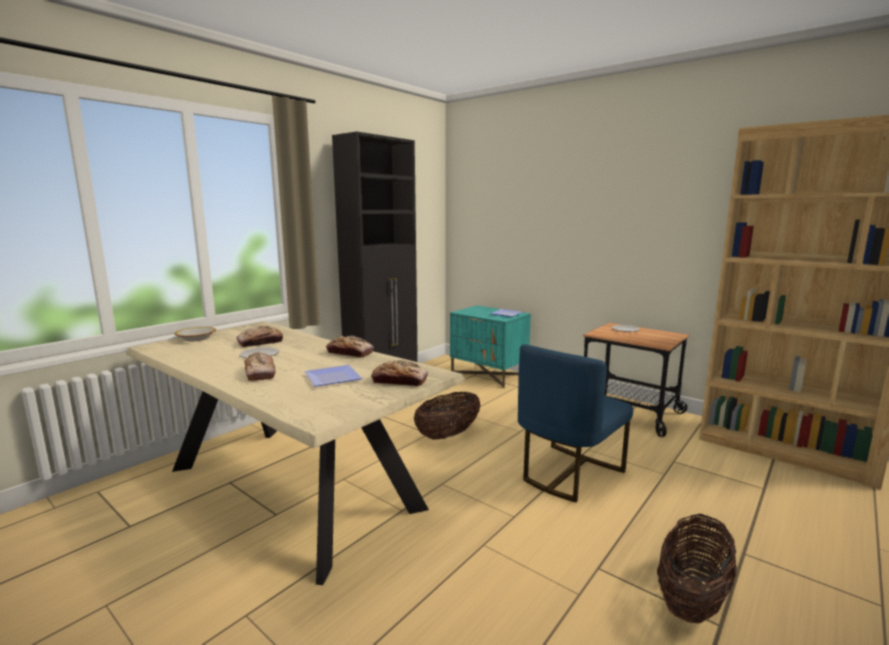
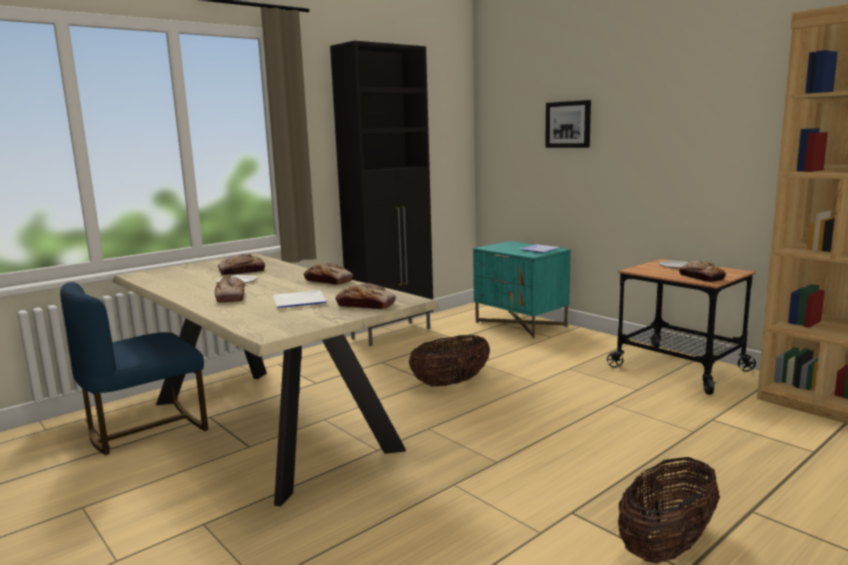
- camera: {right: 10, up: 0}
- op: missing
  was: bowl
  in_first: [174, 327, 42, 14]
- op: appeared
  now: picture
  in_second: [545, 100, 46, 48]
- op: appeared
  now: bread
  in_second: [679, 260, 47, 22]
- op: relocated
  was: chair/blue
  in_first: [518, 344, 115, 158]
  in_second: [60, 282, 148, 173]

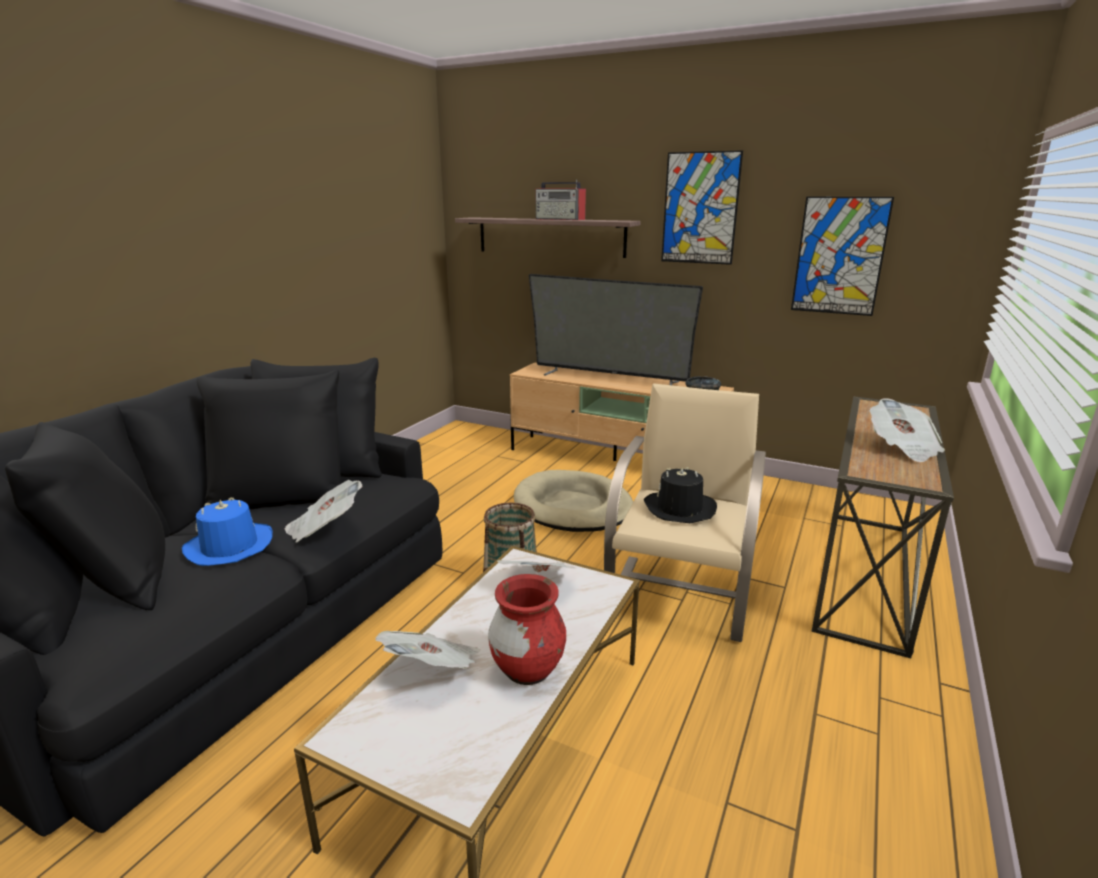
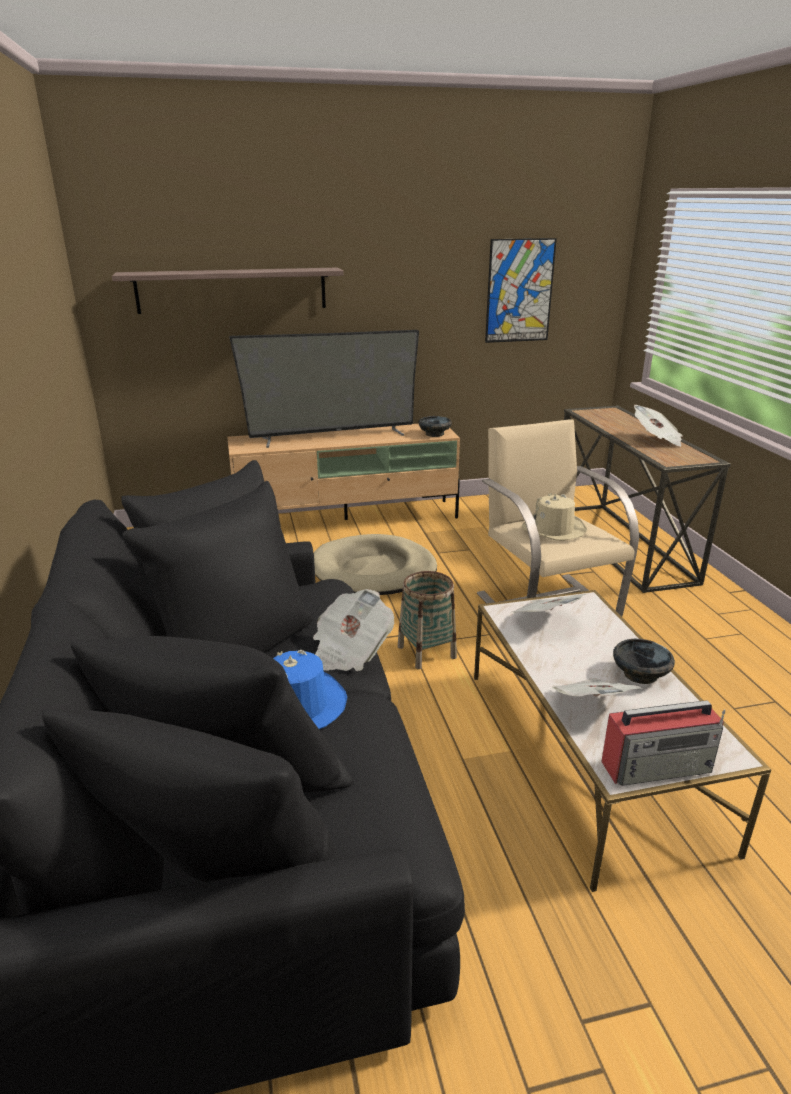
- camera: {right: -40, up: 5}
- op: missing
  was: picture
  in_first: [661, 150, 82, 115]
- op: relocated
  was: radio
  in_first: [536, 179, 50, 41]
  in_second: [601, 700, 124, 86]
- op: exchanged
  was: vase/red
  now: bowl/black
  in_first: [488, 574, 78, 111]
  in_second: [613, 639, 62, 45]
- op: colour
  was: hat/black
  now: hat/beige
  in_first: [644, 467, 73, 56]
  in_second: [522, 493, 65, 48]

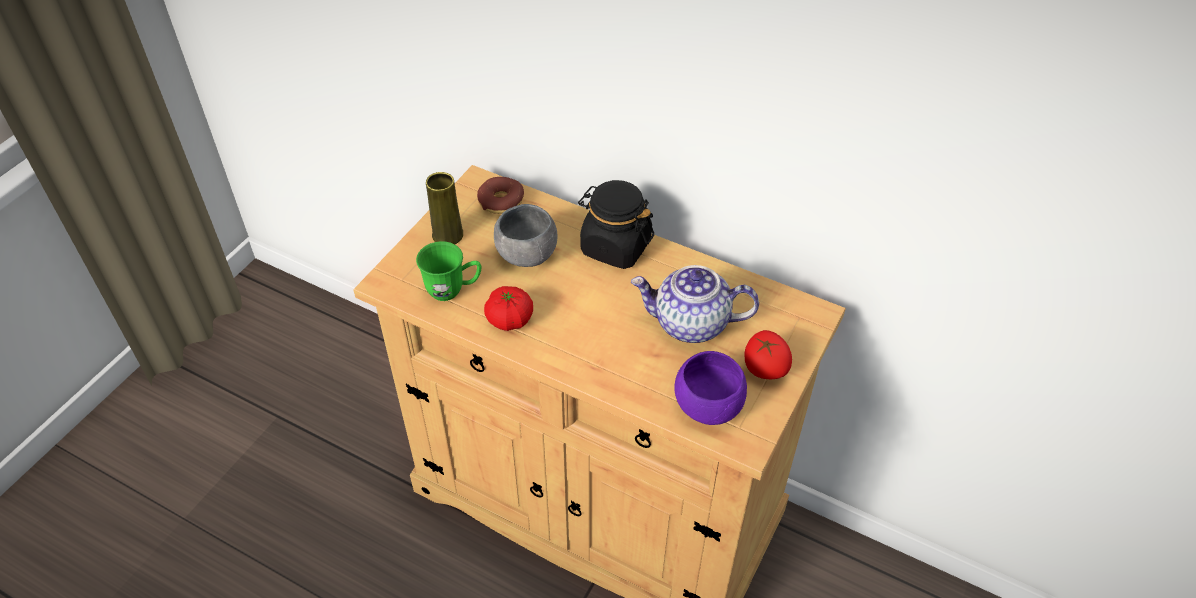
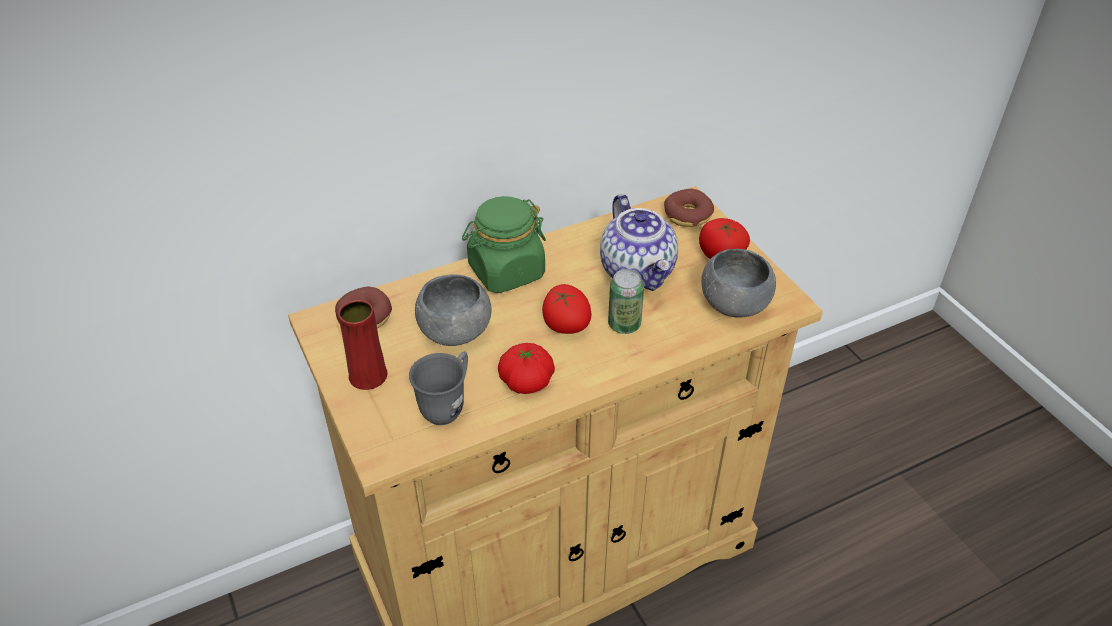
- camera: {right: -55, up: -5}
- op: appeared
  now: tomato
  in_second: [542, 284, 49, 50]
- op: appeared
  now: can
  in_second: [608, 269, 36, 65]
- op: appeared
  now: donut
  in_second: [664, 189, 50, 38]
- op: colour
  was: mug/green
  now: mug/grey
  in_first: [416, 241, 65, 60]
  in_second: [409, 352, 59, 73]
- op: colour
  was: vase/yellow
  now: vase/red
  in_first: [426, 172, 37, 72]
  in_second: [338, 300, 50, 90]
- op: colour
  was: jar/black
  now: jar/green
  in_first: [578, 180, 76, 89]
  in_second: [462, 196, 84, 97]
- op: colour
  was: bowl/purple
  now: bowl/grey
  in_first: [674, 351, 73, 74]
  in_second: [701, 249, 75, 69]
- op: spun
  was: teapot
  in_first: [631, 265, 128, 78]
  in_second: [600, 194, 78, 97]
  clockwise: -60

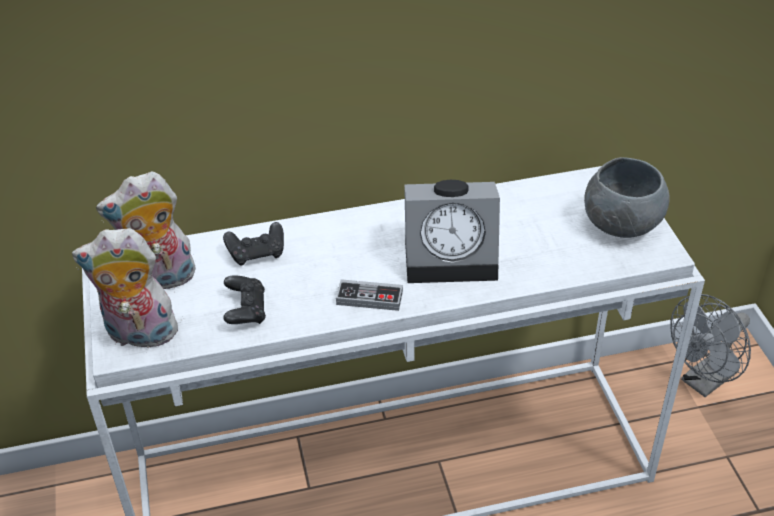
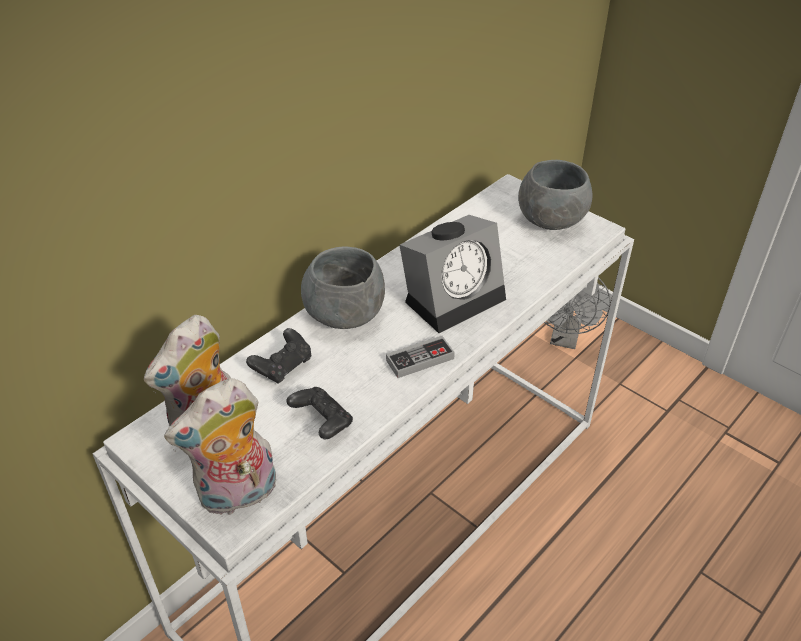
- camera: {right: -35, up: 0}
- op: appeared
  now: bowl/grey
  in_second: [301, 247, 84, 82]

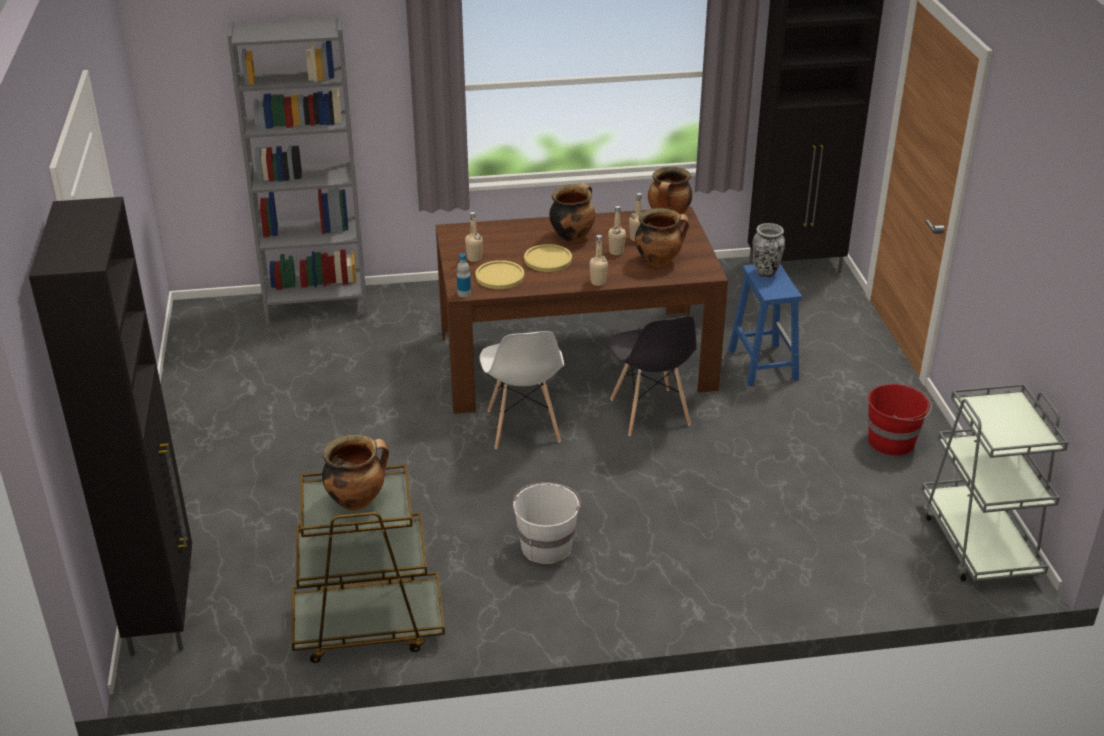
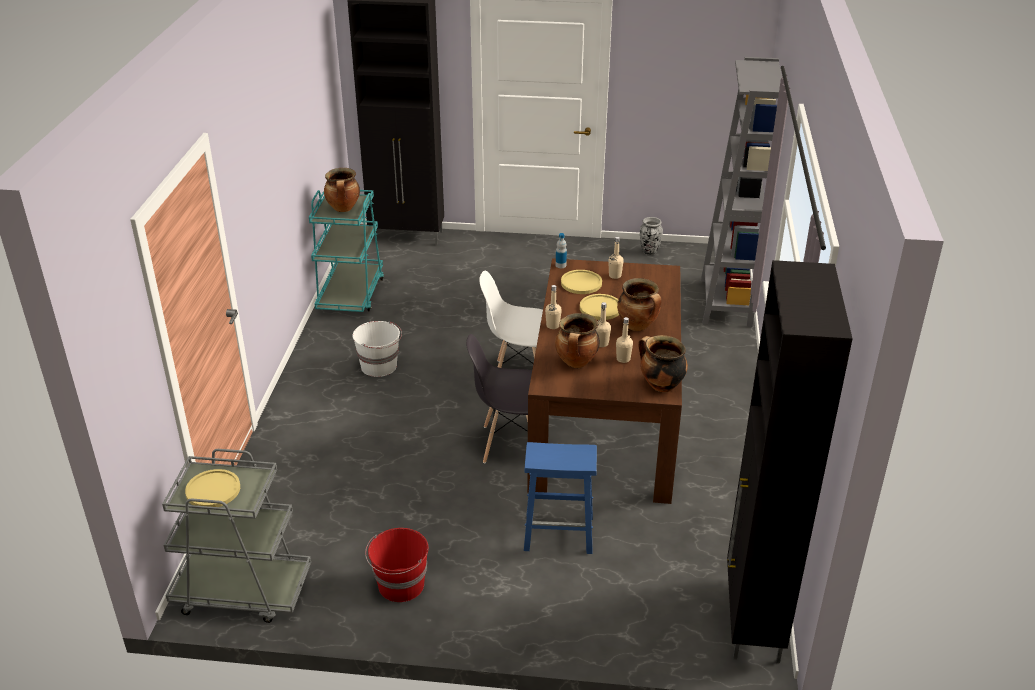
- camera: {right: 105, up: 0}
- op: appeared
  now: plate/yellow
  in_second: [185, 469, 55, 38]
- op: relocated
  was: vase
  in_first: [752, 223, 33, 55]
  in_second: [640, 217, 23, 38]
- op: colour
  was: cart/brown
  now: cart/turquoise
  in_first: [291, 464, 154, 199]
  in_second: [309, 190, 75, 122]

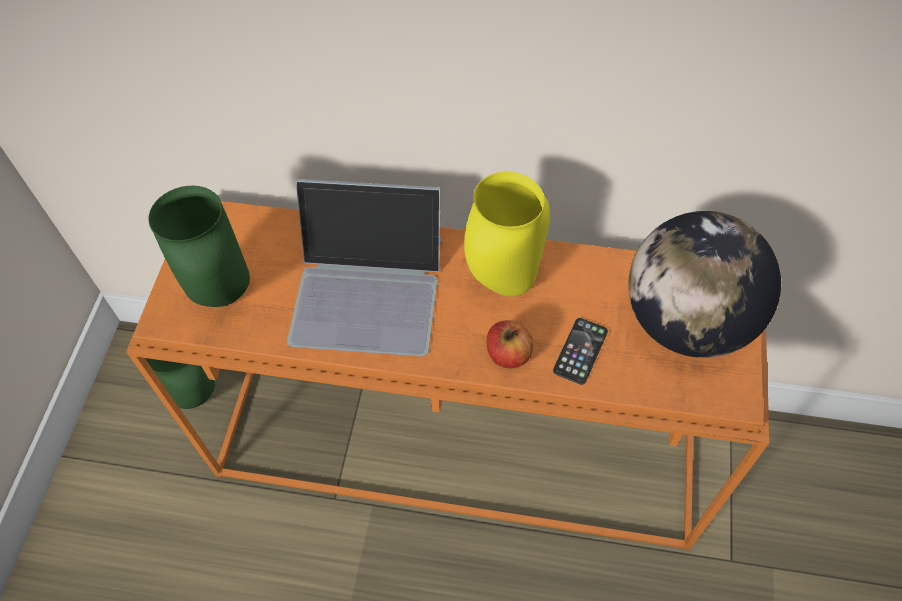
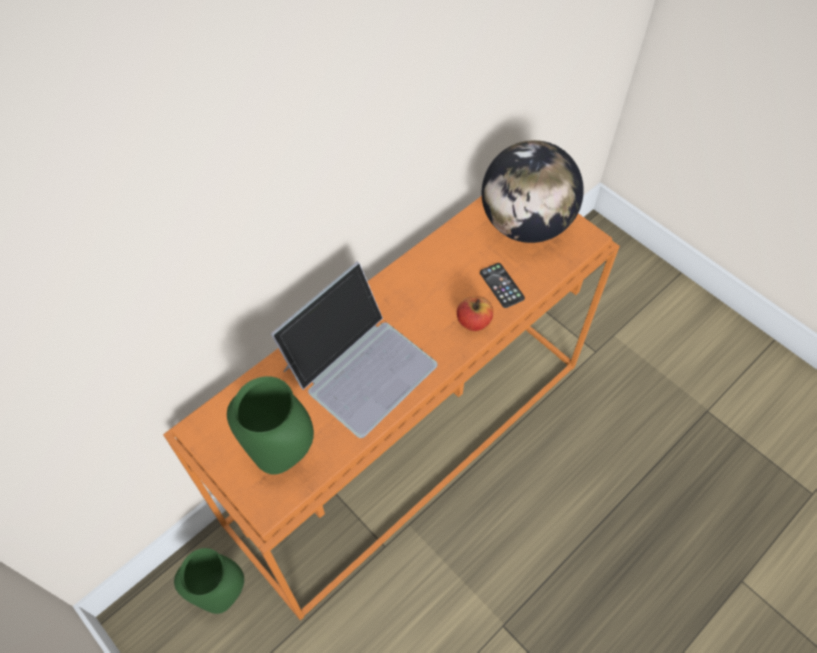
- camera: {right: -55, up: 0}
- op: missing
  was: vase/yellow
  in_first: [464, 172, 86, 124]

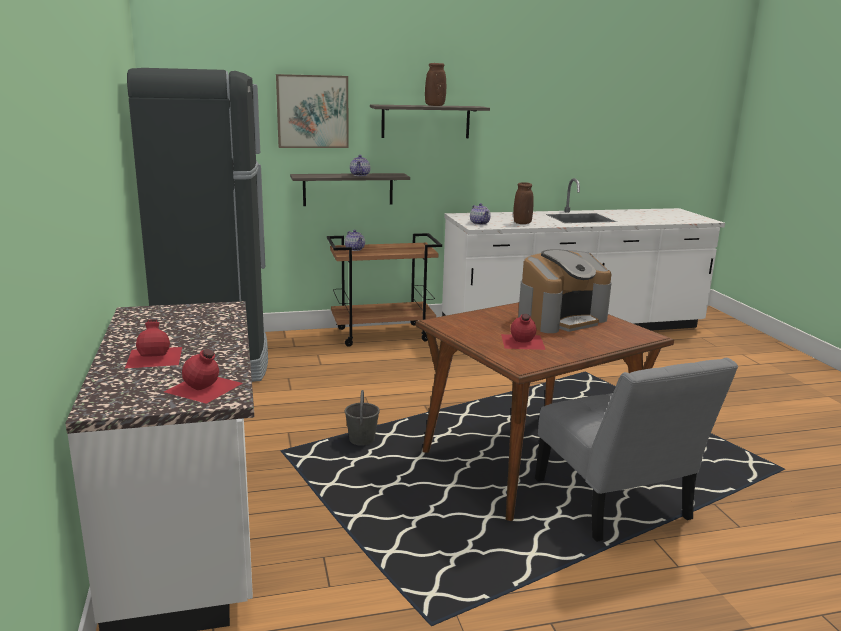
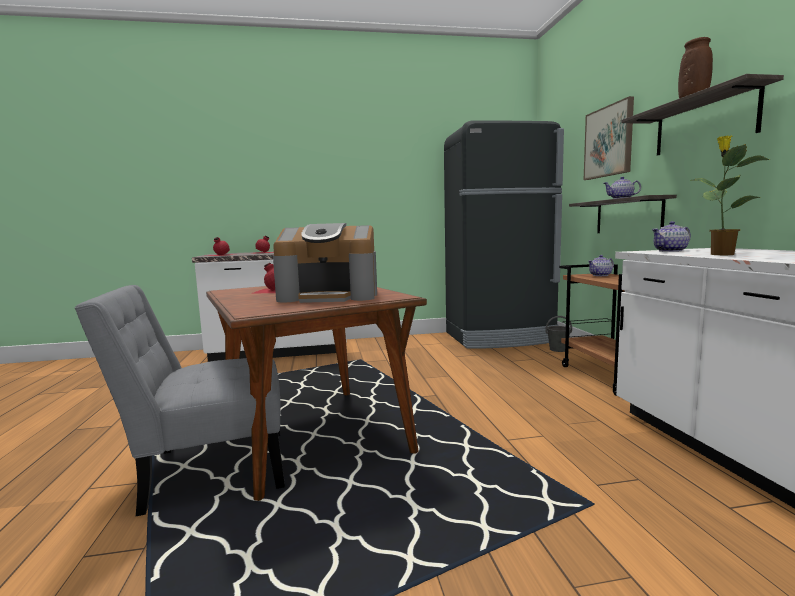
- camera: {right: 95, up: -10}
- op: relocated
  was: bucket/grey
  in_first: [345, 390, 35, 56]
  in_second: [545, 316, 27, 36]
- op: exchanged
  was: vase/brown
  now: potted plant
  in_first: [513, 182, 21, 42]
  in_second: [693, 135, 78, 120]
- op: spun
  was: coffee machine
  in_first: [518, 249, 93, 84]
  in_second: [273, 223, 104, 80]
  clockwise: -60

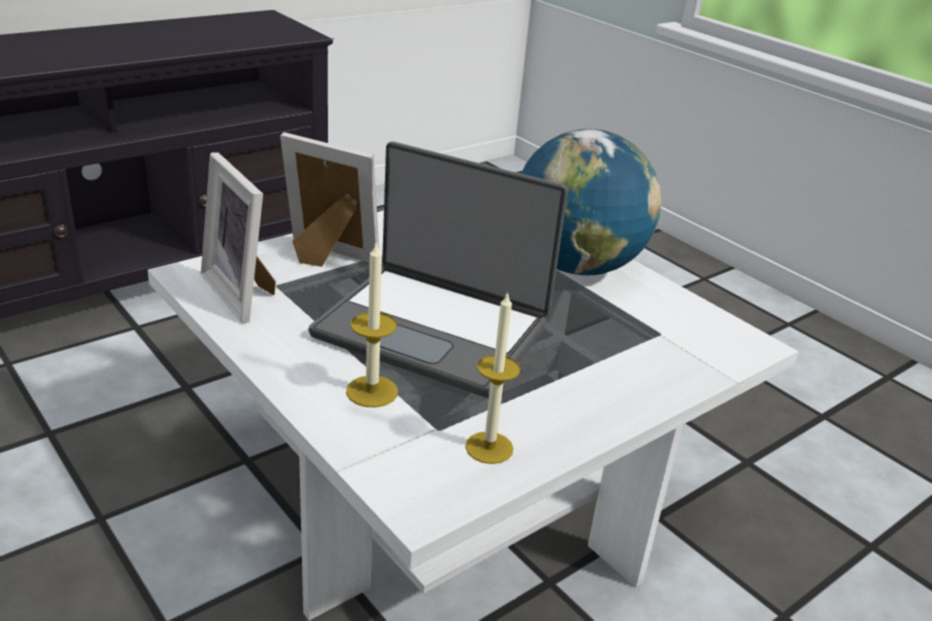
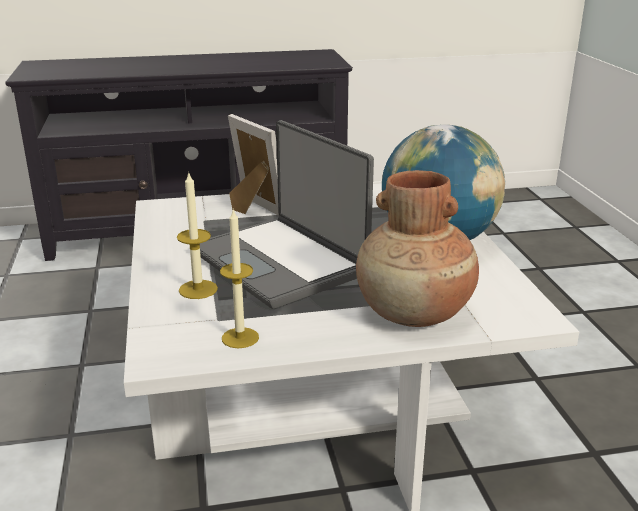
- camera: {right: 30, up: -5}
- op: missing
  was: picture frame
  in_first: [201, 152, 75, 171]
- op: appeared
  now: vase/brown
  in_second: [356, 170, 123, 157]

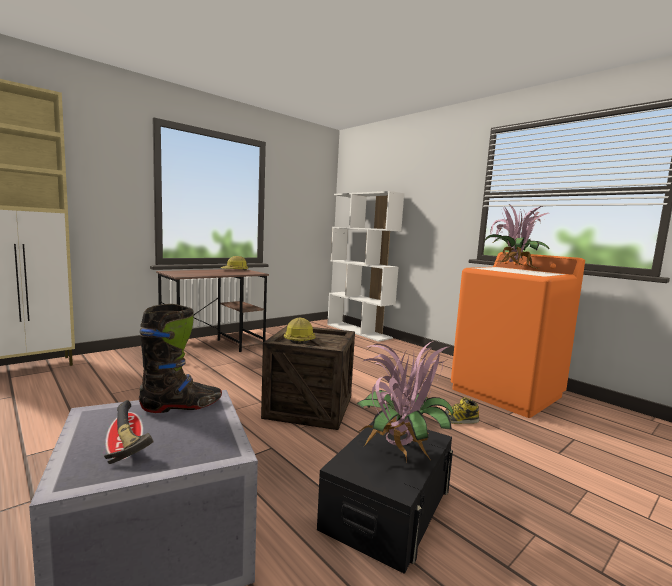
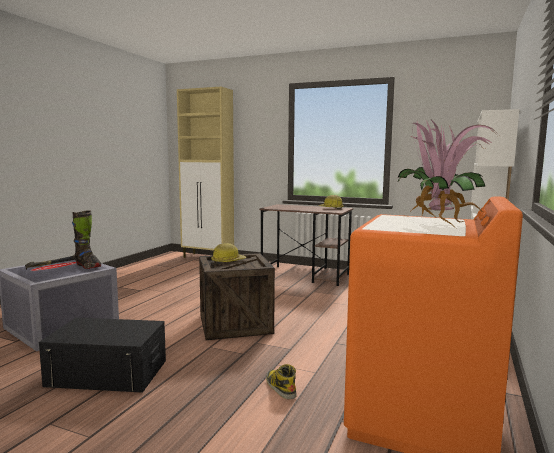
- camera: {right: 65, up: 0}
- op: missing
  was: potted plant
  in_first: [356, 341, 98, 121]

